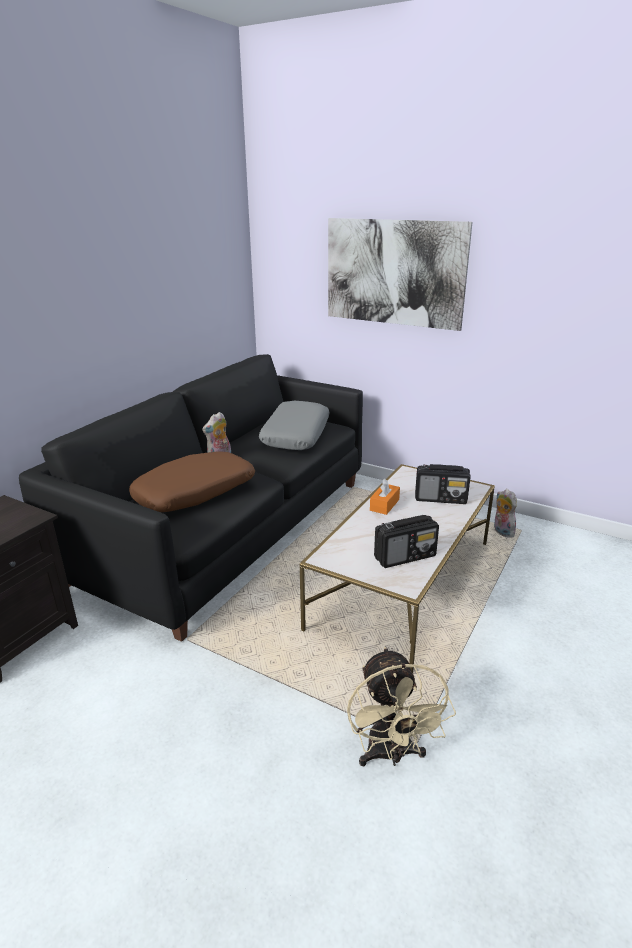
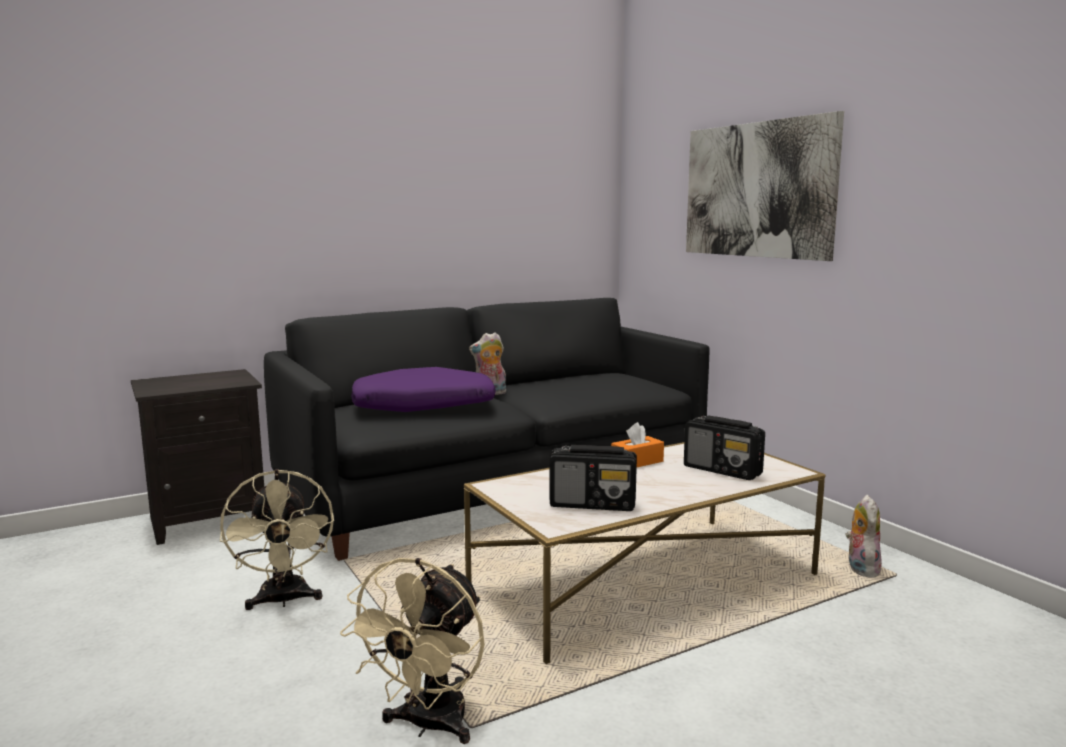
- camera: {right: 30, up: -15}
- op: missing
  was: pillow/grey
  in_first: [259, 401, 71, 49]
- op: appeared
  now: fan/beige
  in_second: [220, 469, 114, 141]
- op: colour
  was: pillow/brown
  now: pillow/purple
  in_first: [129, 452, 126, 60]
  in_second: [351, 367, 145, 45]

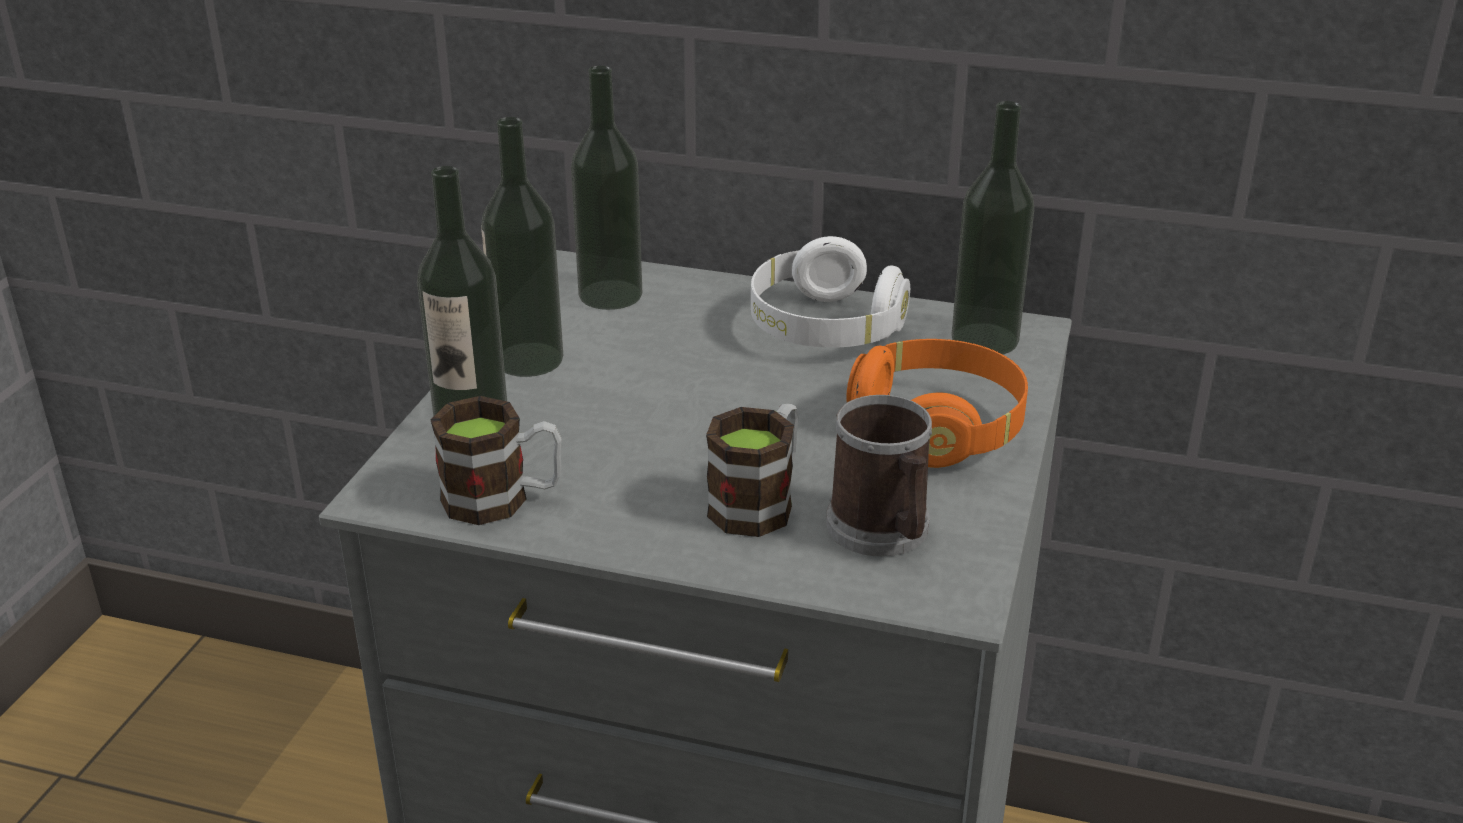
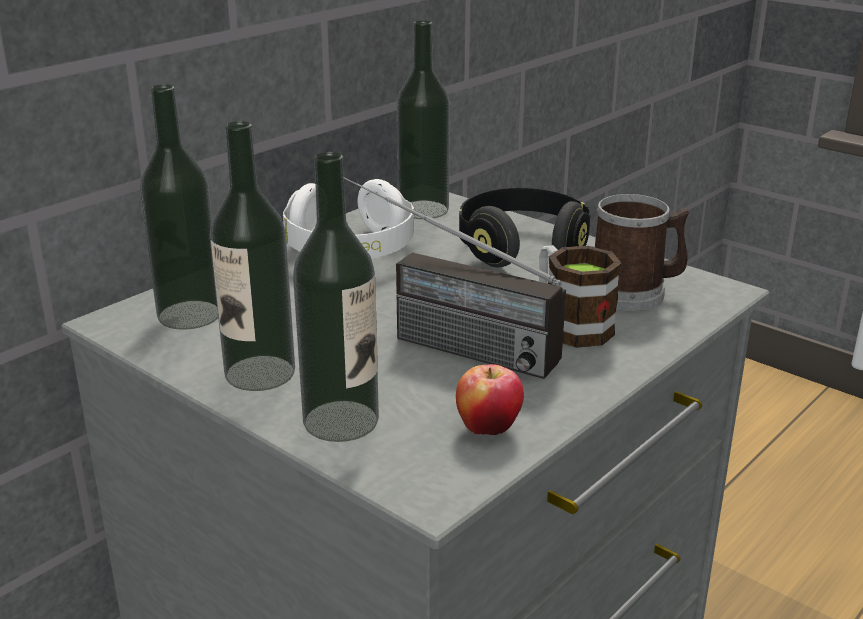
- camera: {right: -65, up: -5}
- op: appeared
  now: radio
  in_second: [344, 178, 222, 201]
- op: exchanged
  was: mug
  now: apple
  in_first: [431, 396, 131, 129]
  in_second: [456, 364, 68, 71]
- op: colour
  was: headphones/orange
  now: headphones/black
  in_first: [846, 339, 182, 129]
  in_second: [459, 187, 131, 80]

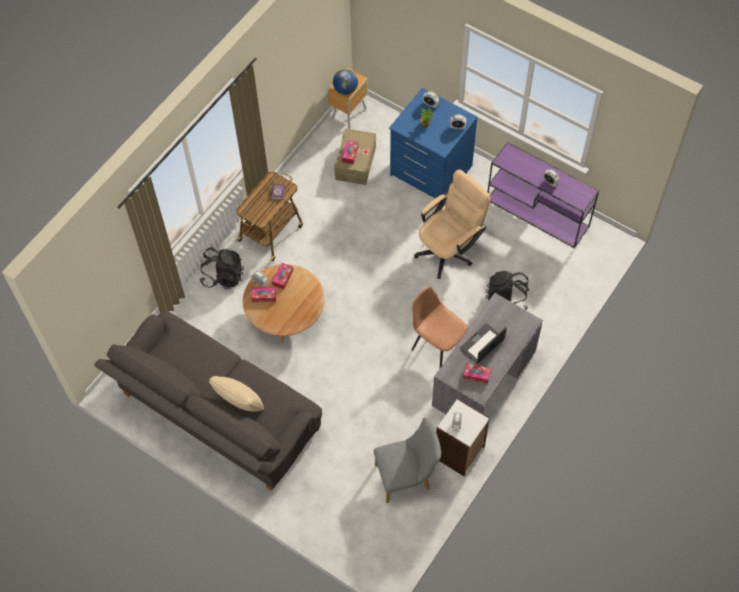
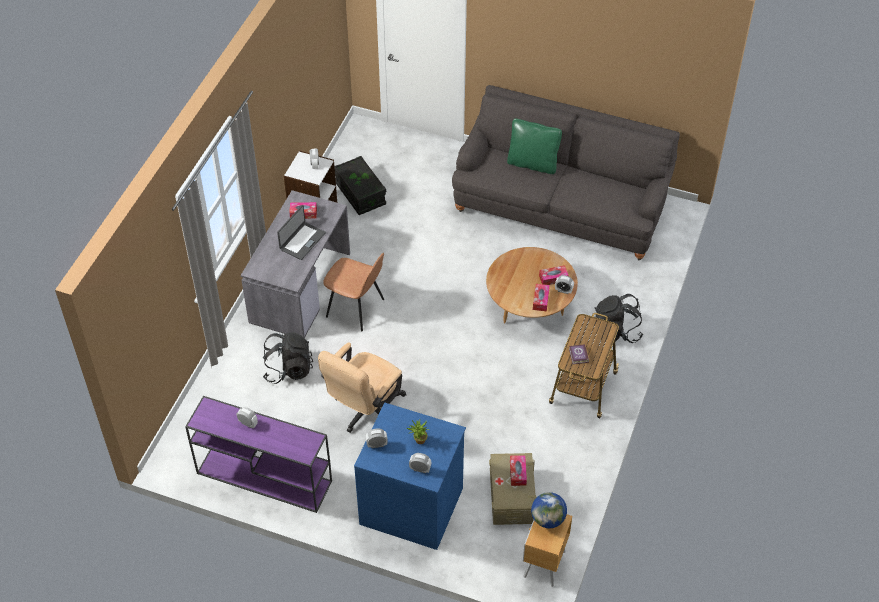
- camera: {right: 165, up: -10}
- op: exchanged
  was: chair/grey
  now: storage box/black
  in_first: [374, 417, 67, 86]
  in_second: [334, 156, 52, 59]
- op: colour
  was: pillow/beige
  now: pillow/green
  in_first: [209, 376, 55, 36]
  in_second: [507, 119, 55, 55]

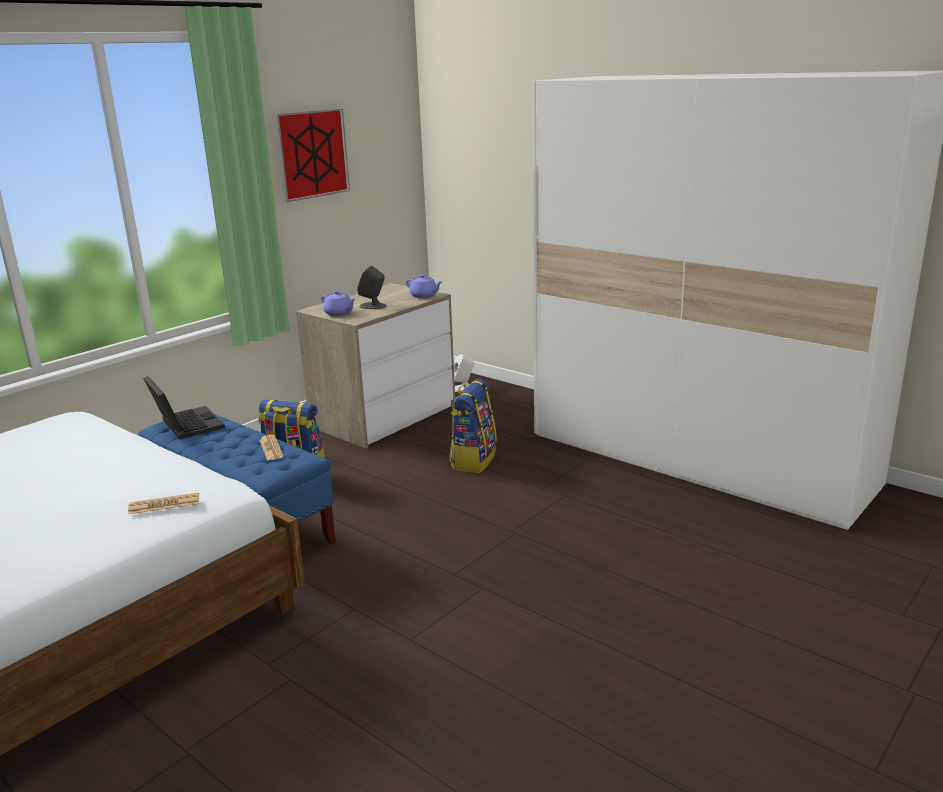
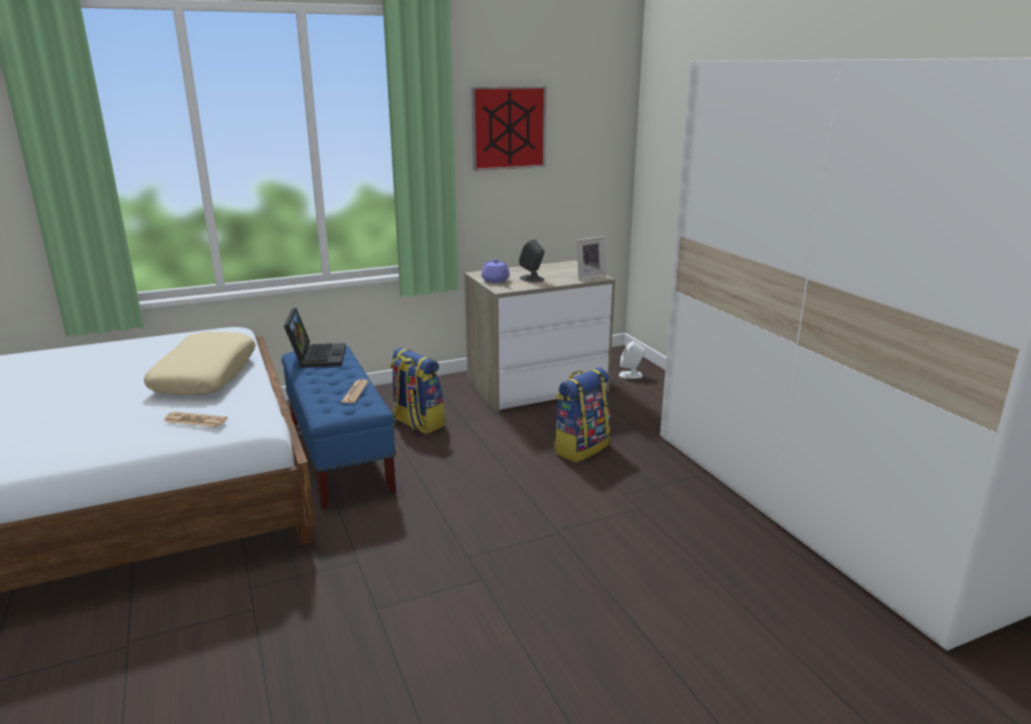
- camera: {right: 25, up: 0}
- op: appeared
  now: pillow/beige
  in_second: [144, 332, 111, 63]
- op: exchanged
  was: teapot/purple
  now: picture frame
  in_first: [406, 274, 36, 24]
  in_second: [576, 236, 30, 45]

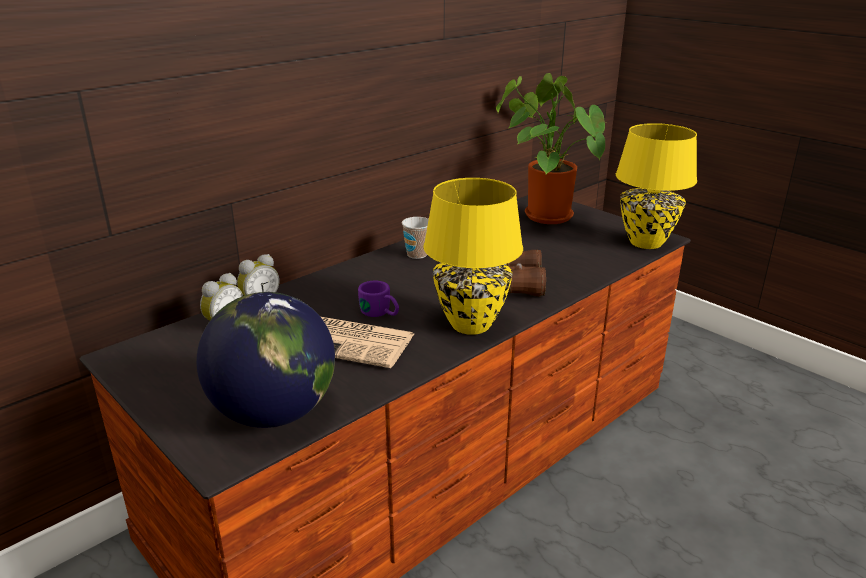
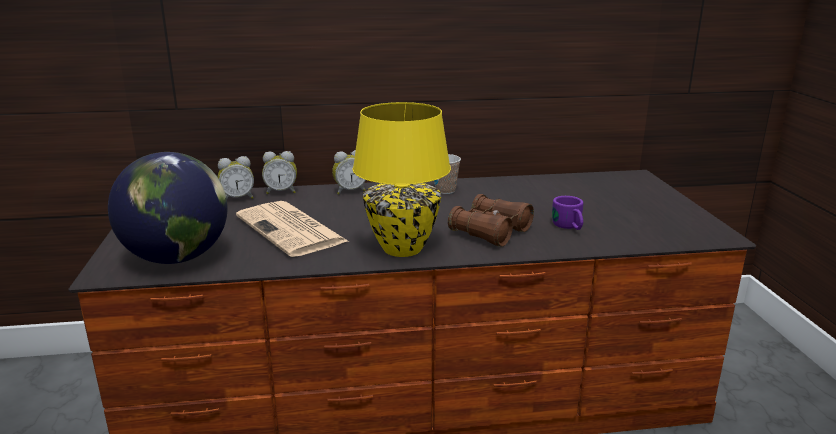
- camera: {right: 35, up: -5}
- op: missing
  was: potted plant
  in_first: [496, 73, 109, 151]
- op: missing
  was: table lamp/yellow
  in_first: [616, 123, 81, 126]
- op: appeared
  now: alarm clock
  in_second: [332, 150, 34, 44]
- op: relocated
  was: mug/purple
  in_first: [358, 281, 41, 36]
  in_second: [552, 196, 32, 34]

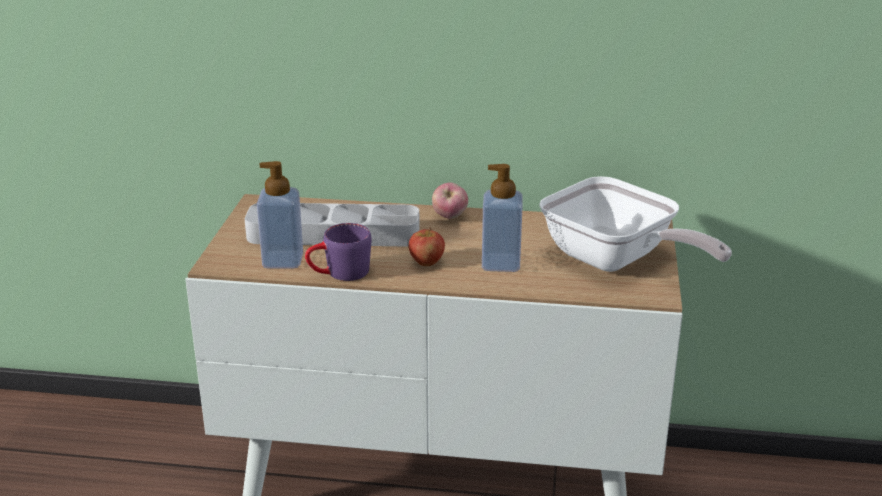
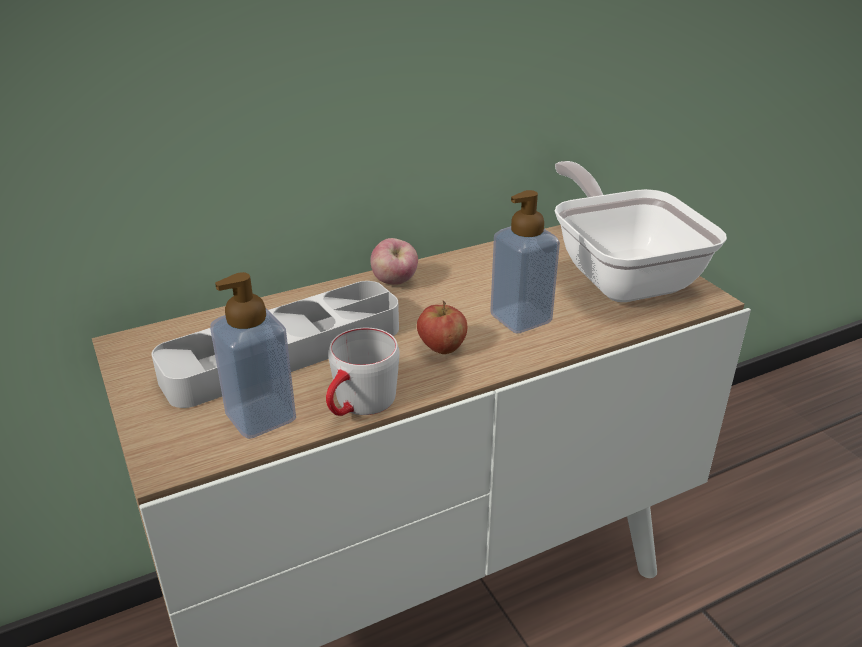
- camera: {right: -35, up: 5}
- op: colour
  was: mug/purple
  now: mug/grey
  in_first: [305, 223, 67, 58]
  in_second: [326, 328, 73, 88]
- op: spun
  was: frying pan
  in_first: [539, 176, 193, 96]
  in_second: [555, 161, 172, 141]
  clockwise: -120

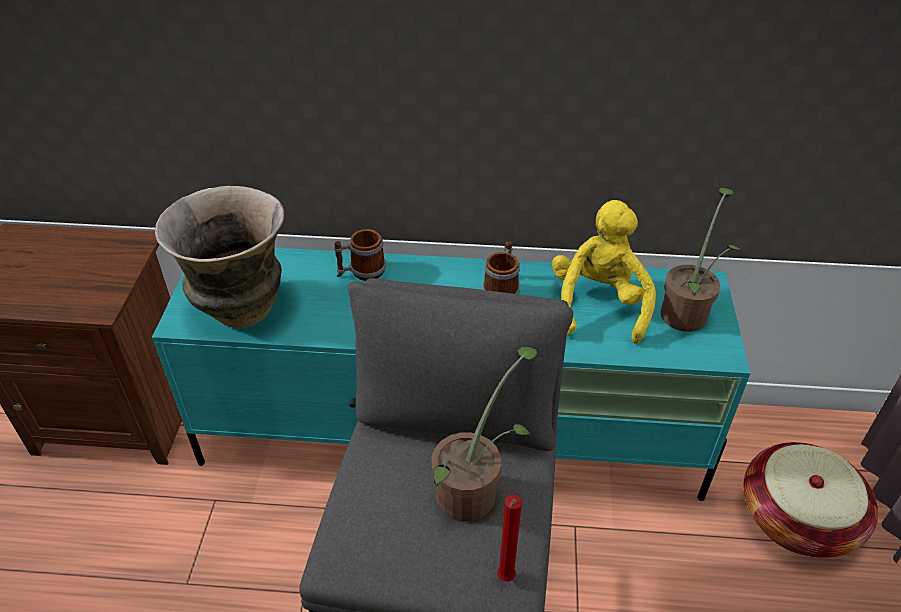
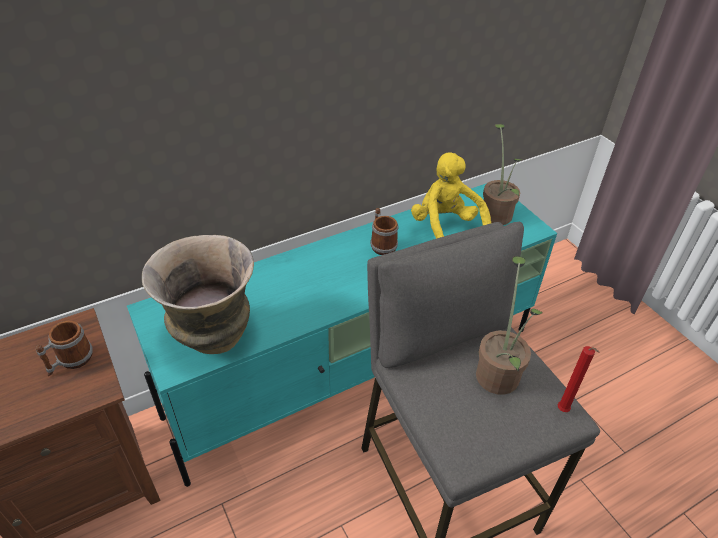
- camera: {right: -35, up: 0}
- op: missing
  was: basket
  in_first: [744, 442, 134, 116]
- op: relocated
  was: mug
  in_first: [334, 229, 52, 52]
  in_second: [36, 321, 57, 55]

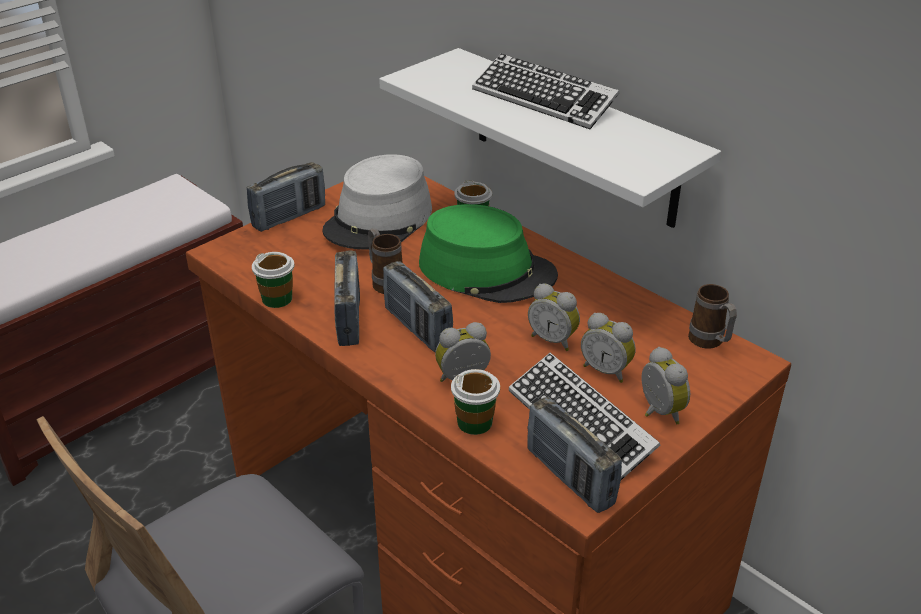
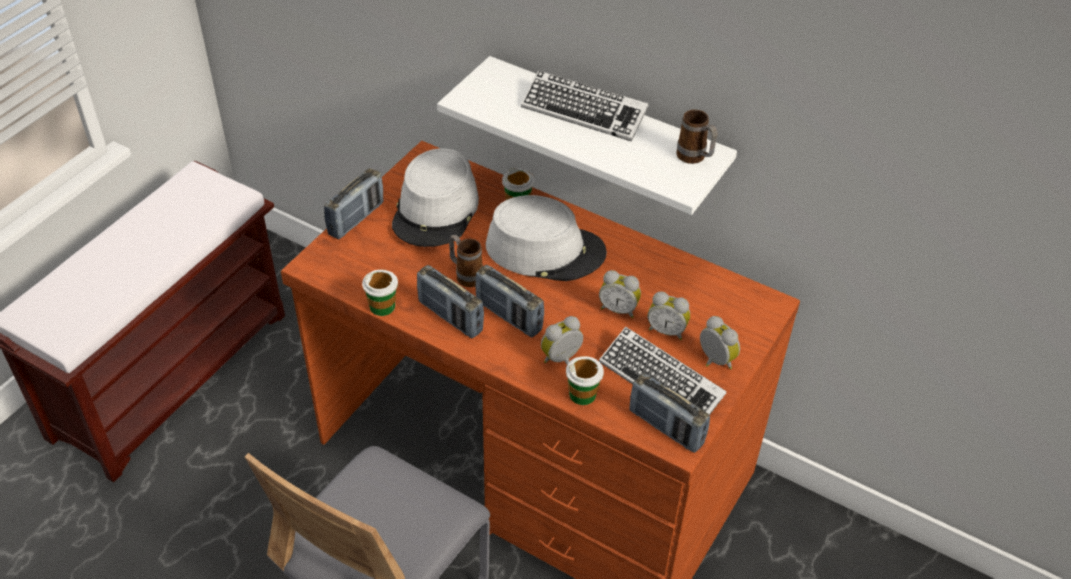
- camera: {right: -15, up: 10}
- op: relocated
  was: mug
  in_first: [688, 284, 49, 65]
  in_second: [677, 110, 41, 54]
- op: colour
  was: hat/green
  now: hat/grey
  in_first: [419, 204, 139, 99]
  in_second: [486, 195, 121, 86]
- op: spun
  was: radio
  in_first: [334, 251, 26, 95]
  in_second: [417, 265, 67, 73]
  clockwise: 150

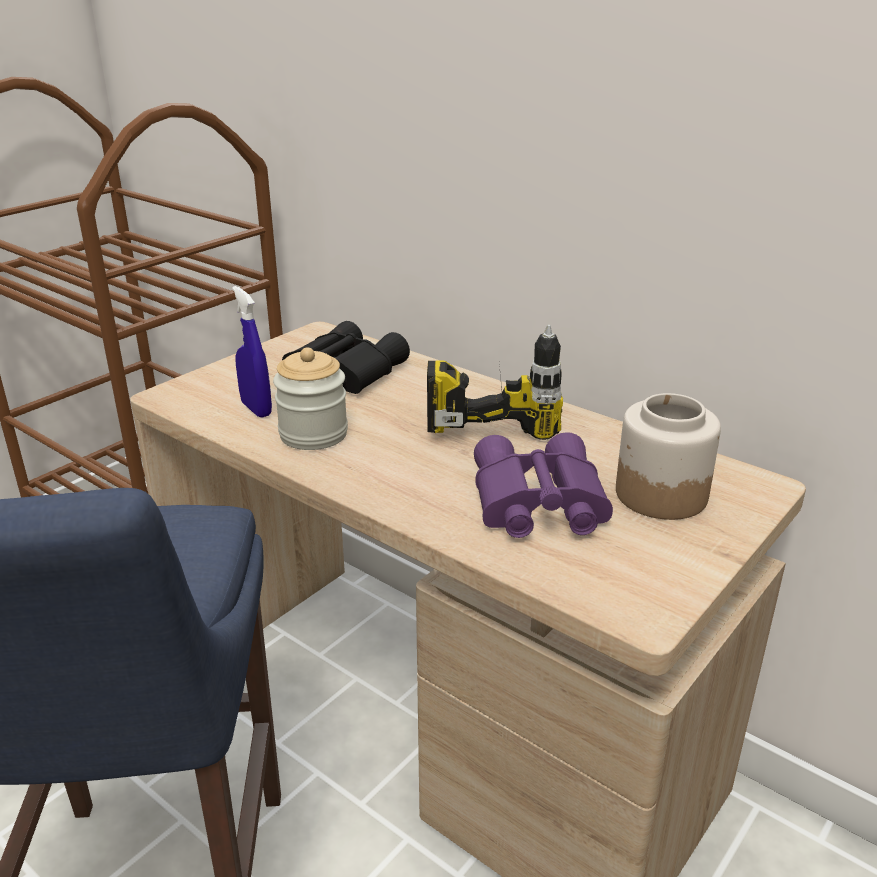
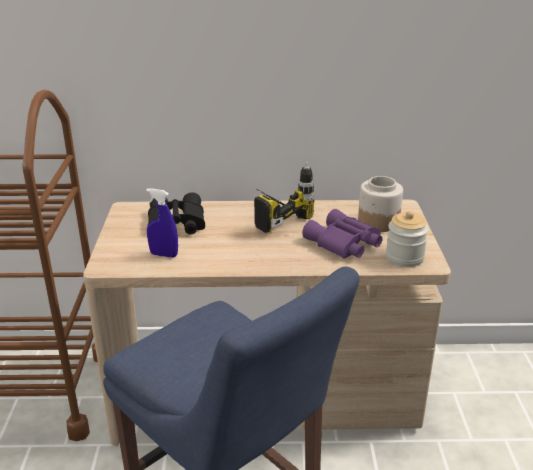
- camera: {right: -40, up: 0}
- op: relocated
  was: jar
  in_first: [273, 347, 75, 103]
  in_second: [386, 211, 43, 56]

